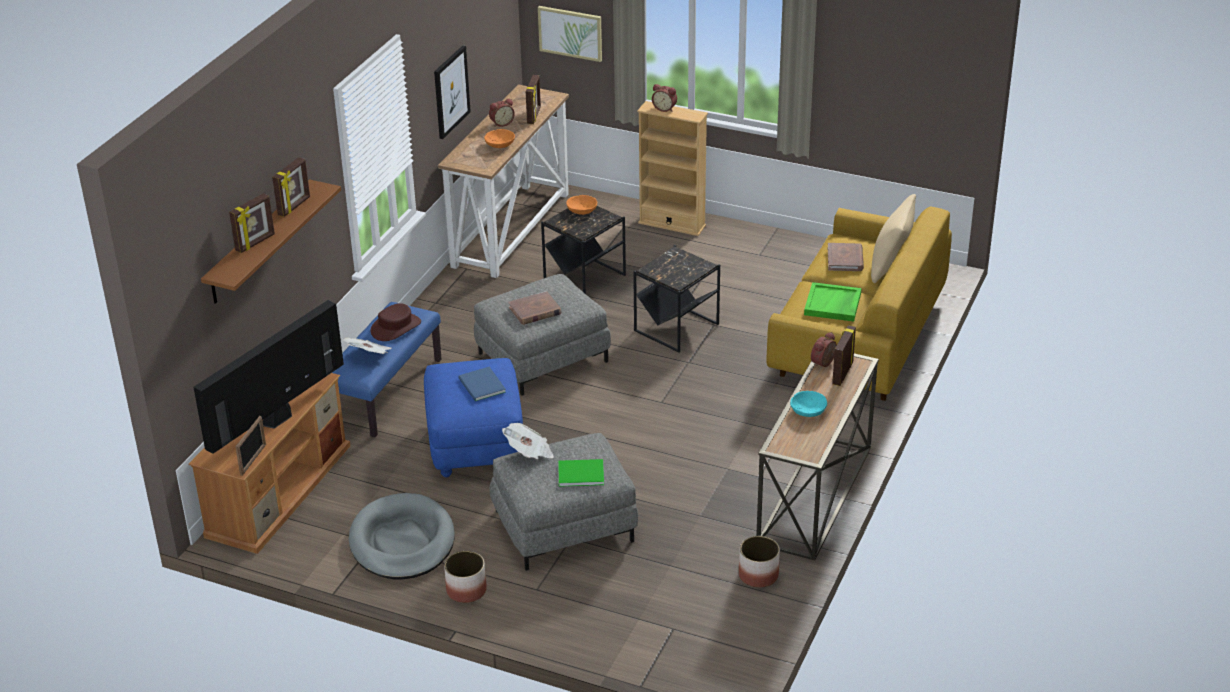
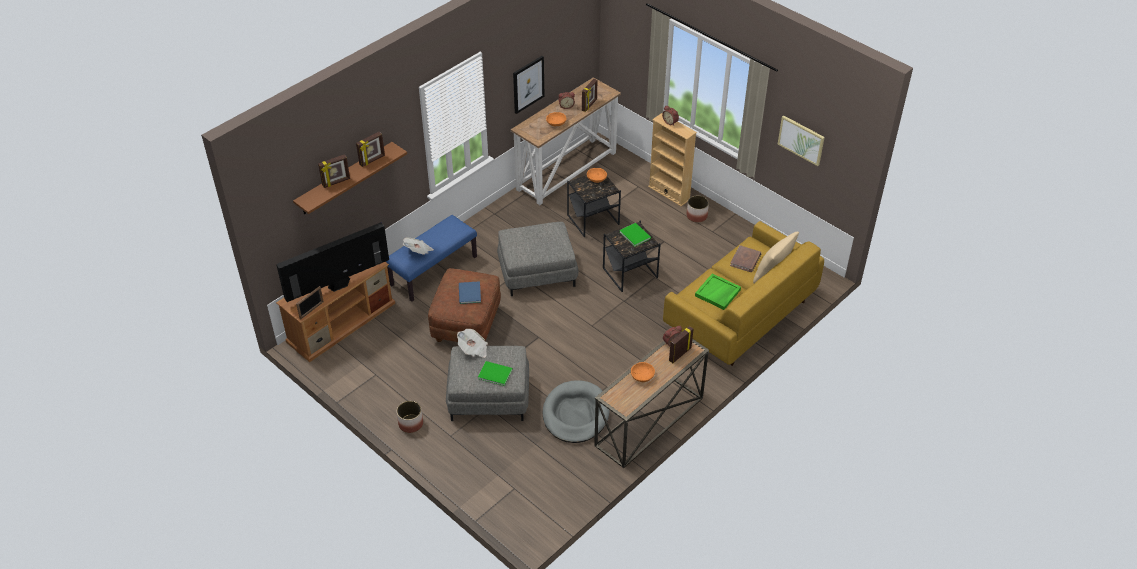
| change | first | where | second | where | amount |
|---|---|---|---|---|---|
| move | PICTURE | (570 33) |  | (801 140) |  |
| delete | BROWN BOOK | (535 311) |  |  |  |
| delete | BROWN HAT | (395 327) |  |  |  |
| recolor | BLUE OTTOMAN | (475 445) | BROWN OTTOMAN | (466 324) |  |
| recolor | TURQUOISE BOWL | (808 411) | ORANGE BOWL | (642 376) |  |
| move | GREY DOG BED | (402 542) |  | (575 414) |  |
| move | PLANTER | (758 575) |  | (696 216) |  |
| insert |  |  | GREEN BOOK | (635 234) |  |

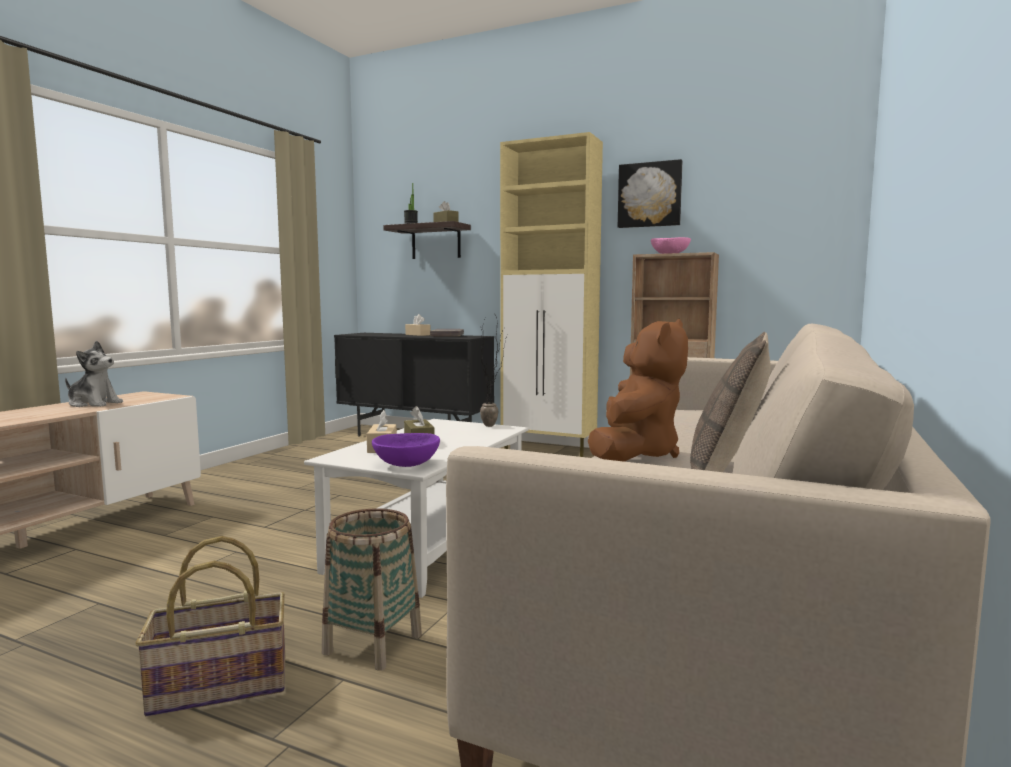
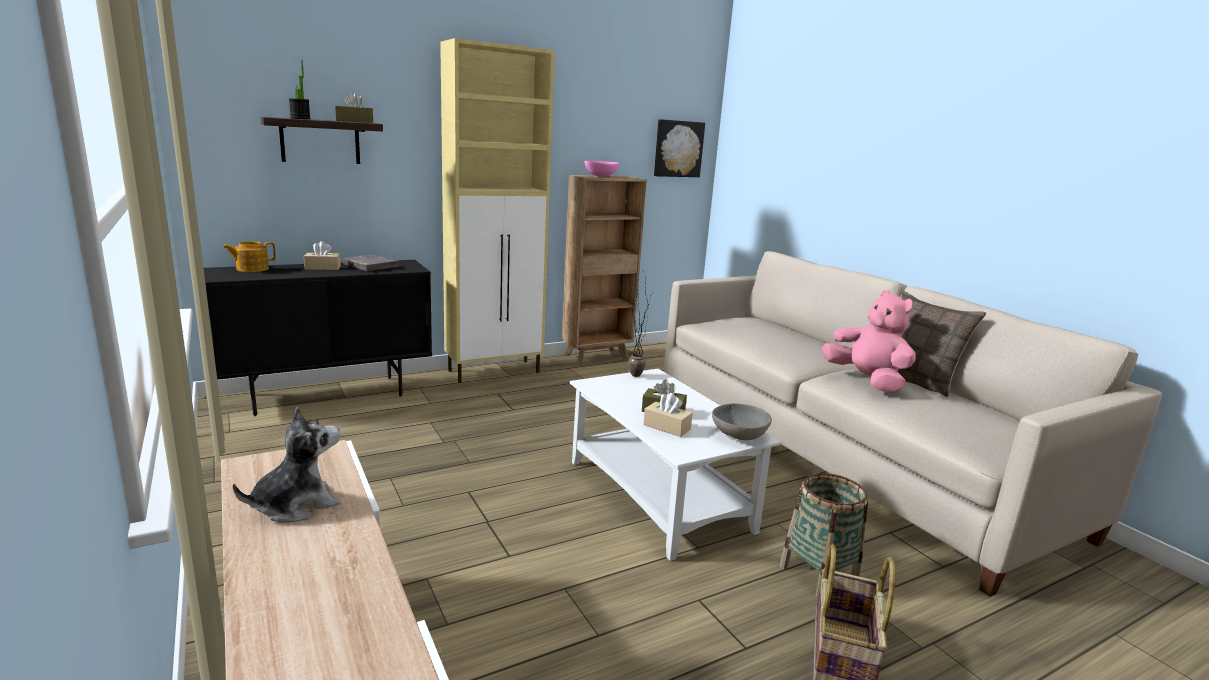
| change | first | where | second | where | amount |
|---|---|---|---|---|---|
| move | PICTURE | (650 195) |  | (677 149) |  |
| recolor | BROWN PLUSH TOY | (635 454) | PINK PLUSH TOY | (867 381) |  |
| recolor | PURPLE BOWL | (407 464) | GREY BOWL | (738 435) |  |
| insert |  |  | TEAPOT | (251 269) |  |

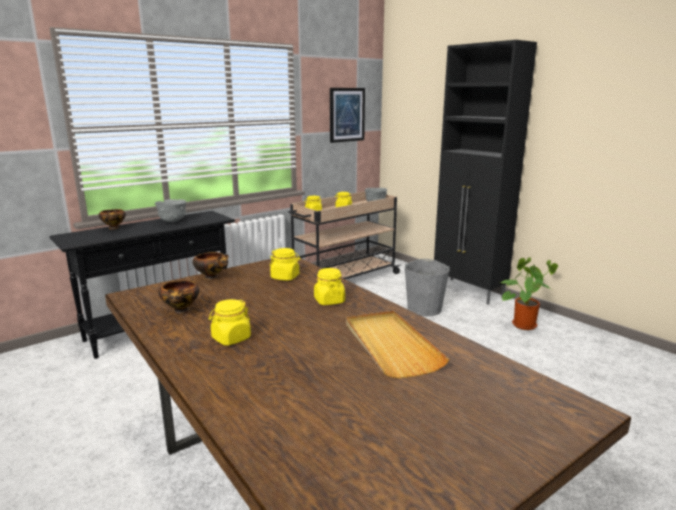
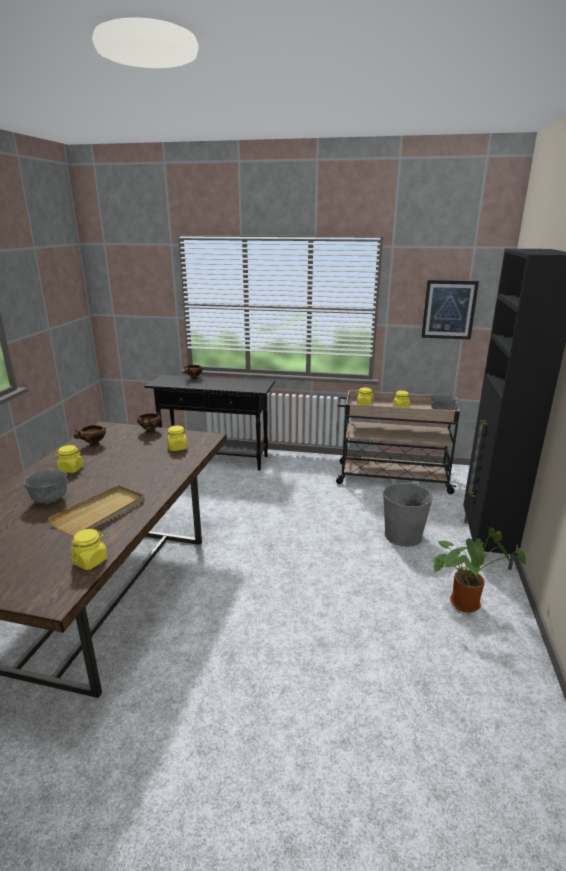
| change | first | where | second | where | amount |
|---|---|---|---|---|---|
| move | GREY BOWL | (172 221) |  | (50 500) |  |
| move | YELLOW JAR | (329 301) |  | (90 561) |  |

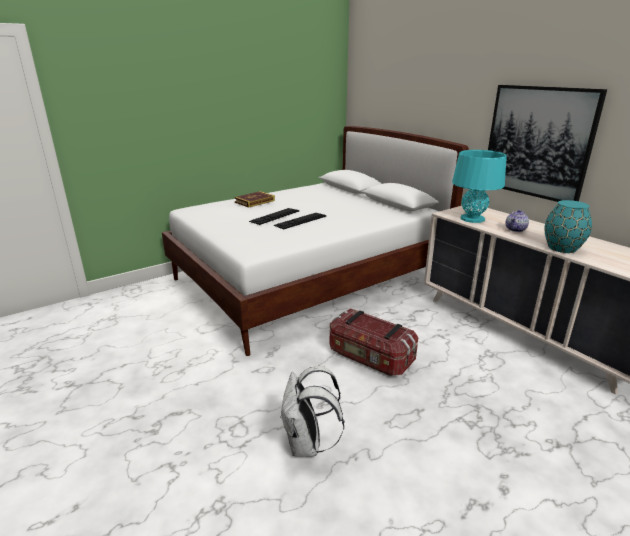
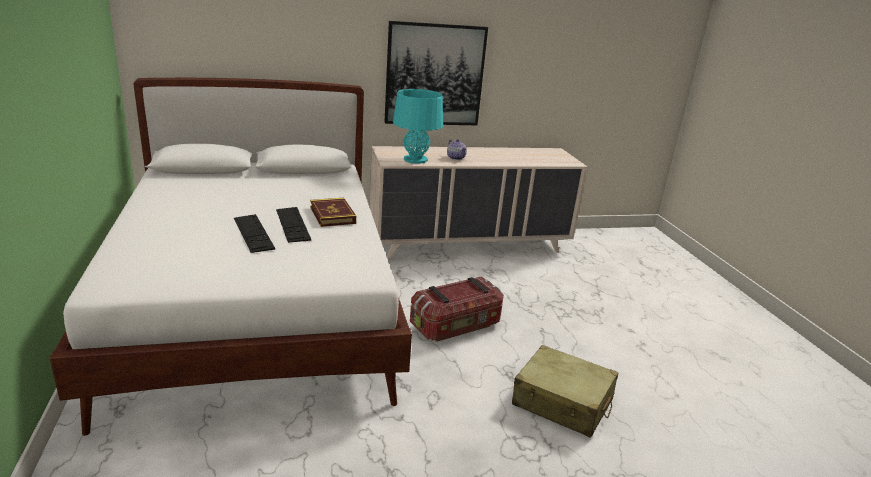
| change | first | where | second | where | amount |
|---|---|---|---|---|---|
| move | BOOK | (254 201) |  | (332 215) |  |
| delete | TURQUOISE VASE | (562 248) |  |  |  |
| replace | WHITE BACKPACK | (307 444) | BEIGE SUITCASE | (562 402) |  |

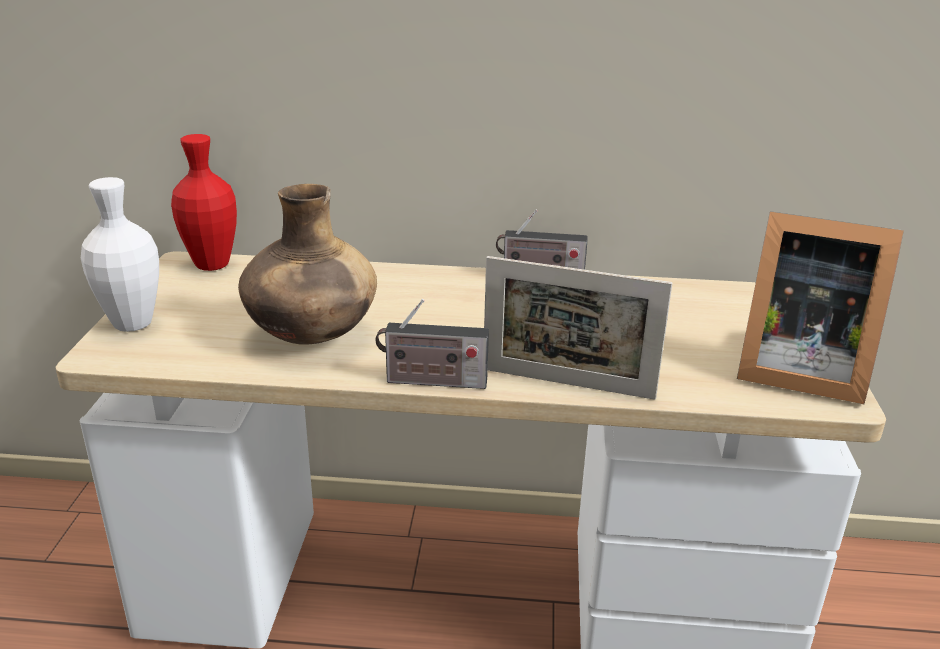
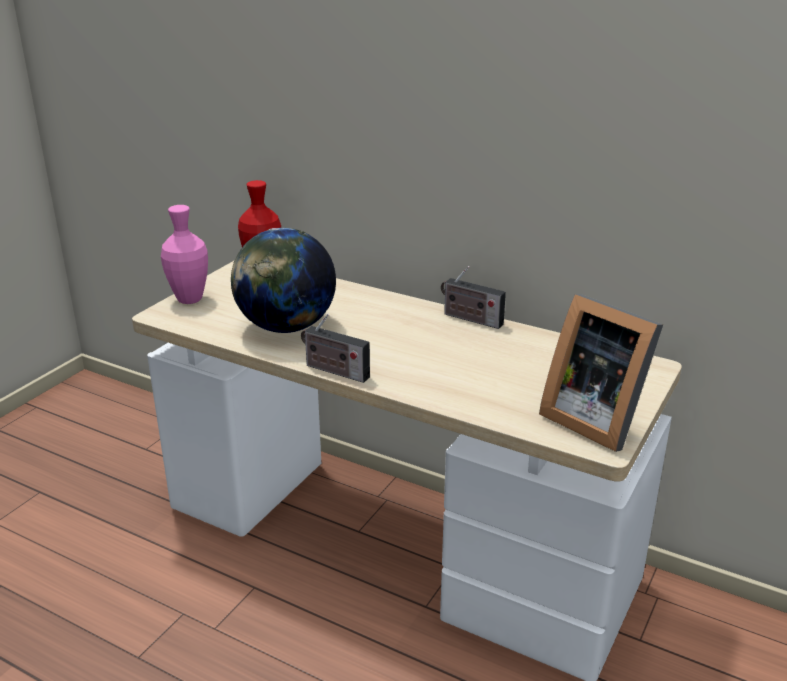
| change | first | where | second | where | amount |
|---|---|---|---|---|---|
| recolor | WHITE VASE | (132 324) | PINK VASE | (189 299) |  |
| replace | BROWN VASE | (312 335) | GLOBE | (286 327) |  |
| delete | PICTURE FRAME | (567 383) |  |  |  |

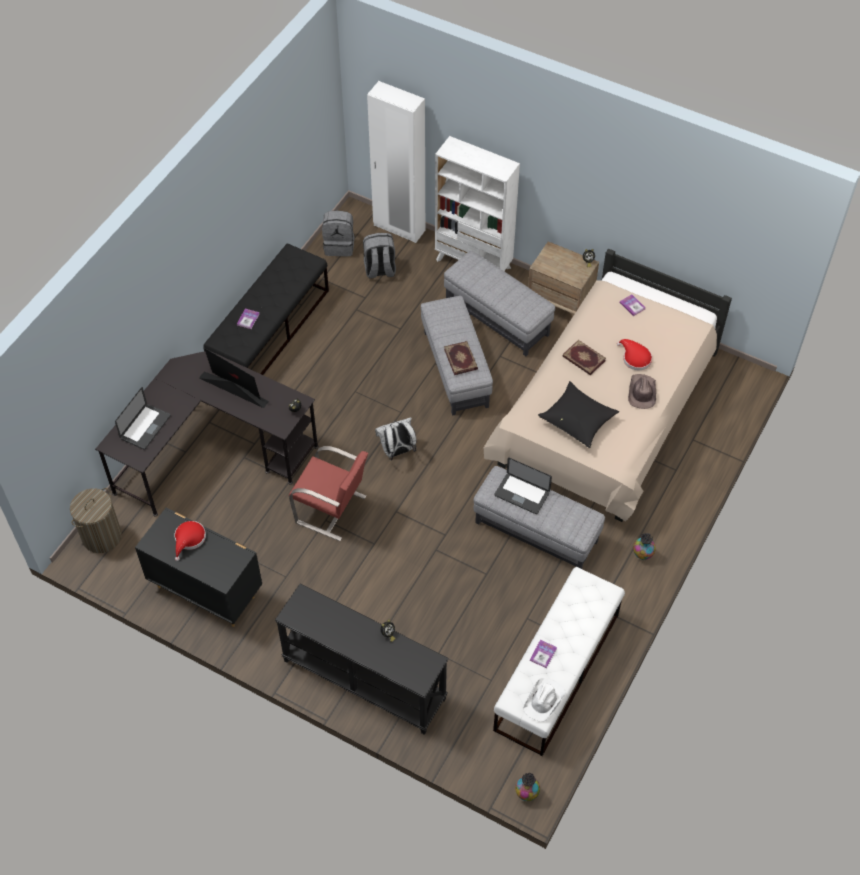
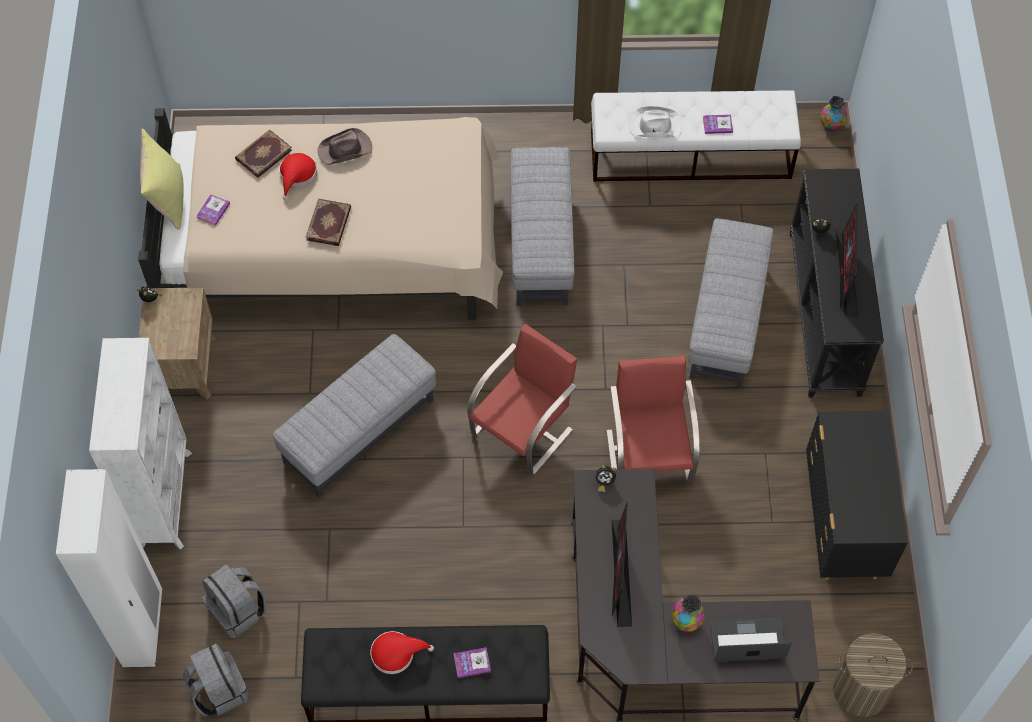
| change | first | where | second | where | amount |
|---|---|---|---|---|---|
| move | GREY OTTOMAN | (497 318) |  | (726 319) |  |
| move | BOOK | (461 359) |  | (263 154) |  |
| delete | BLACK PILLOW | (578 421) |  |  |  |
| replace | WHITE BACKPACK | (397 451) | RED CHAIR | (523 430) |  |
| delete | LAPTOP | (521 494) |  |  |  |
| move | RED HAT | (189 539) |  | (396 653) |  |
| move | VASE | (642 555) |  | (686 622) |  |
| move | WHITE HAT | (544 700) |  | (654 125) |  |
| insert |  |  | YELLOW PILLOW | (167 198) |  |
| insert |  |  | MONITOR | (846 274) |  |

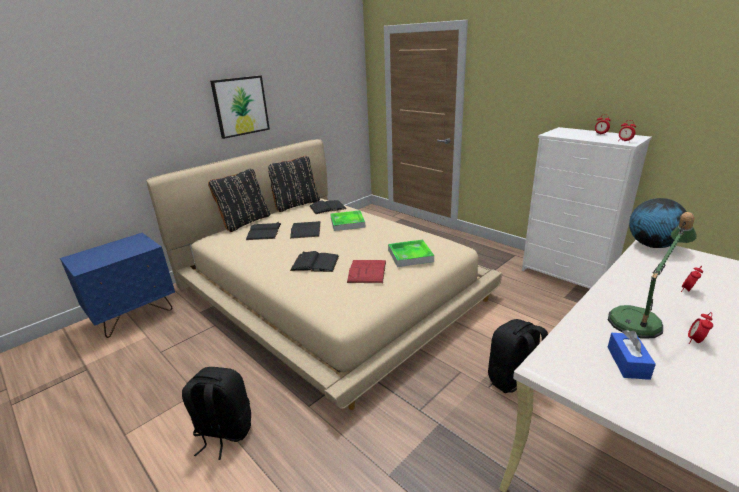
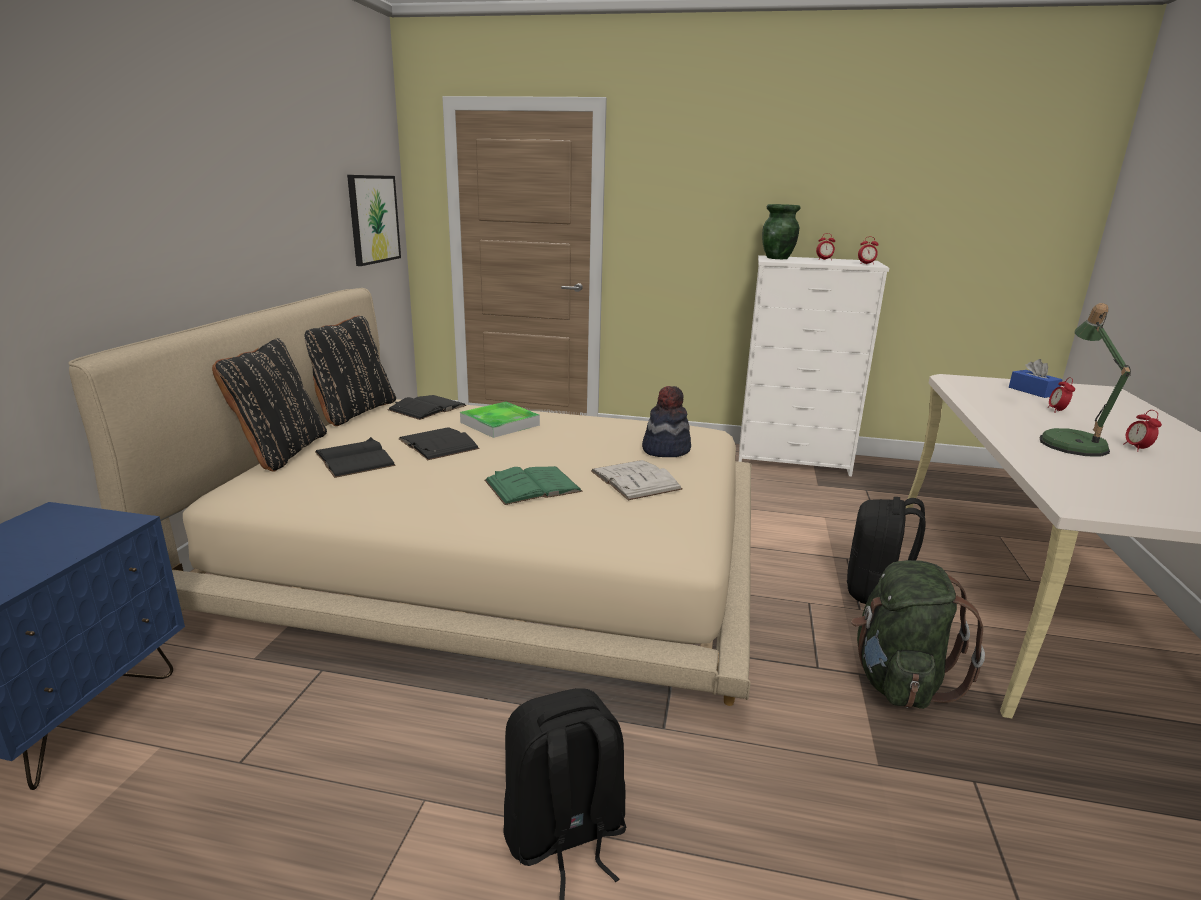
| change | first | where | second | where | amount |
|---|---|---|---|---|---|
| move | PICTURE | (241 106) |  | (373 219) |  |
| delete | GLOBE | (651 245) |  |  |  |
| replace | TRAY | (410 256) | HAT | (665 449) |  |
| recolor | BLACK BOOK | (315 263) | GREEN BOOK | (532 486) |  |
| recolor | RED BOOK | (367 271) | WHITE BOOK | (635 480) |  |
| move | BLUE TISSUE BOX | (627 362) |  | (1032 391) |  |
| insert |  |  | GREEN VASE | (778 258) |  |
| insert |  |  | GREEN BACKPACK | (898 680) |  |

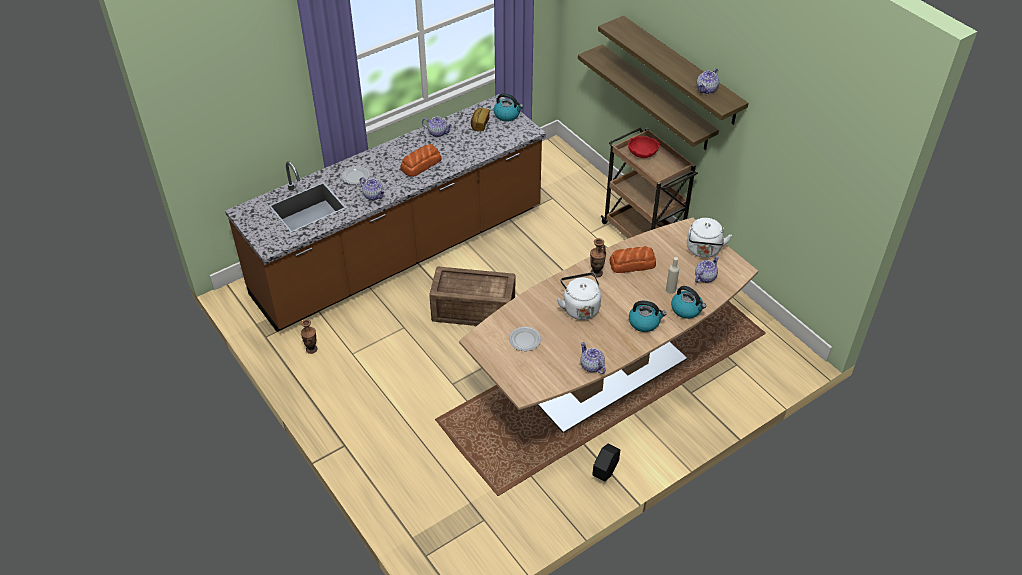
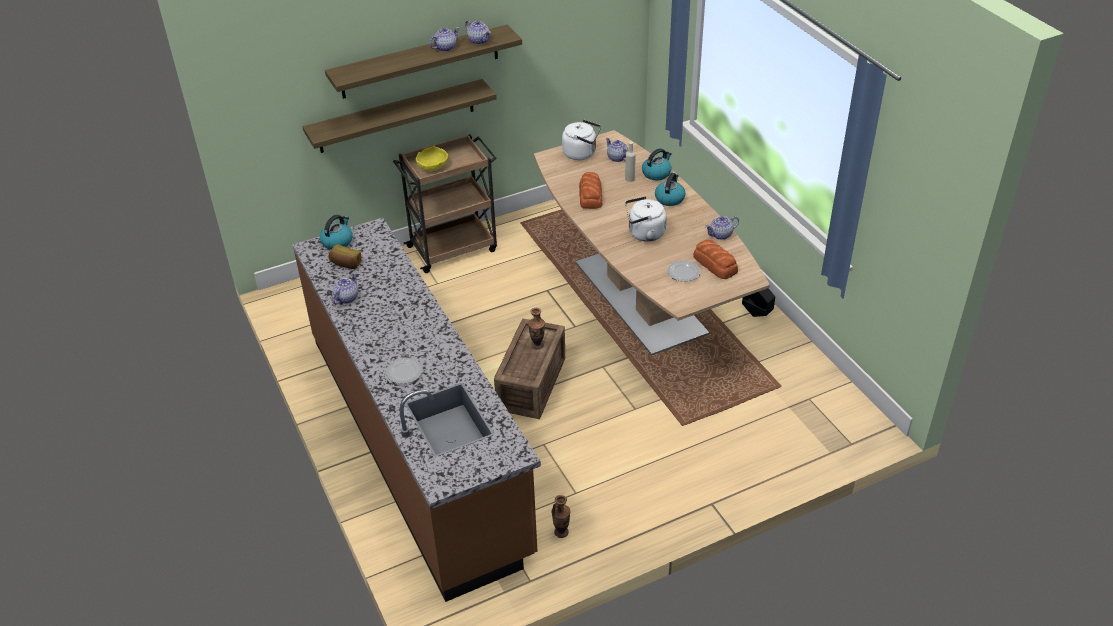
| change | first | where | second | where | amount |
|---|---|---|---|---|---|
| recolor | RED BOWL | (642 153) | YELLOW BOWL | (432 166) |  |
| move | BREAD | (420 164) |  | (715 265) |  |
| move | TEAPOT | (374 195) |  | (445 48) |  |
| move | VASE | (596 273) |  | (537 345) |  |

